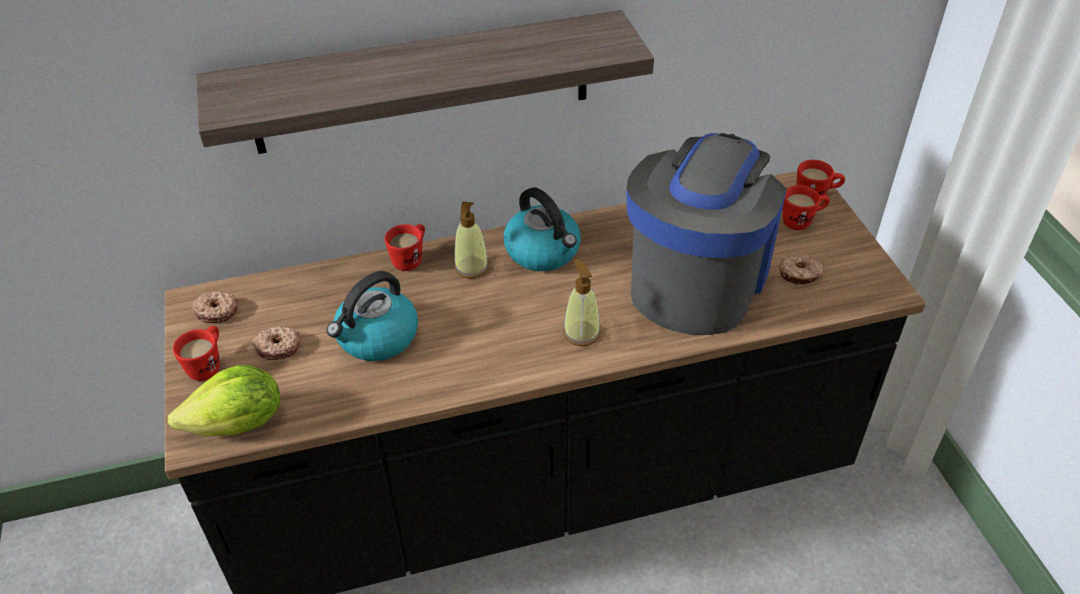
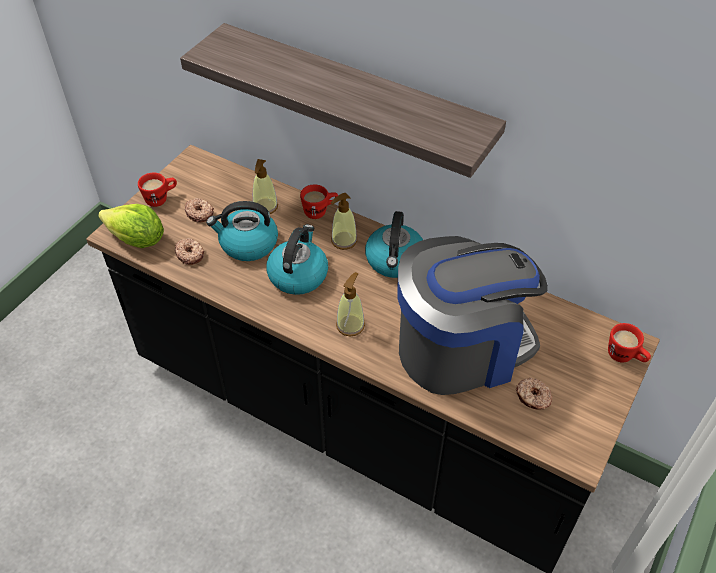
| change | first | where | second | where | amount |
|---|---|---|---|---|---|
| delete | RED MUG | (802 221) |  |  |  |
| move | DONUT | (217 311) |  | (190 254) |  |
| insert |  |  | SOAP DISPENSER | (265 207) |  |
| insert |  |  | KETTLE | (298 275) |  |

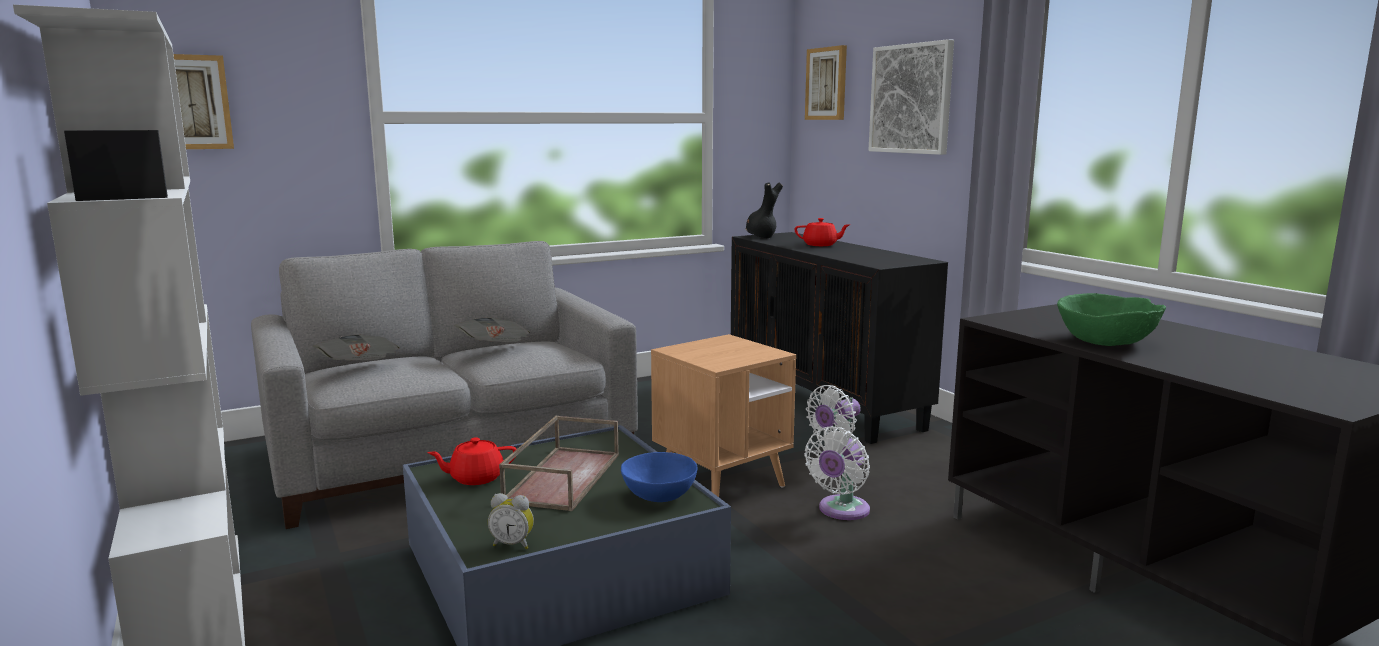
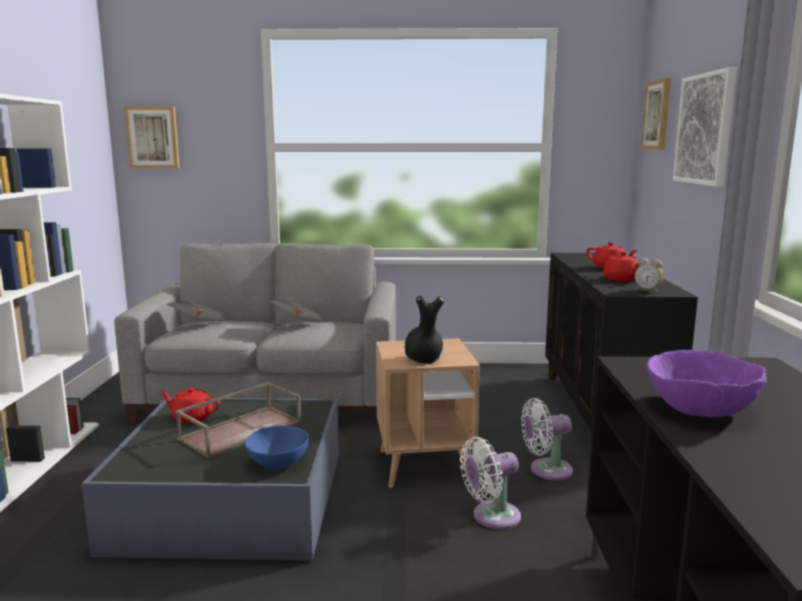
| change | first | where | second | where | amount |
|---|---|---|---|---|---|
| move | BLACK VASE | (761 237) |  | (423 360) |  |
| recolor | GREEN BOWL | (1106 341) | PURPLE BOWL | (700 408) |  |
| move | ALARM CLOCK | (513 544) |  | (648 291) |  |
| insert |  |  | RED TEAPOT | (621 279) |  |

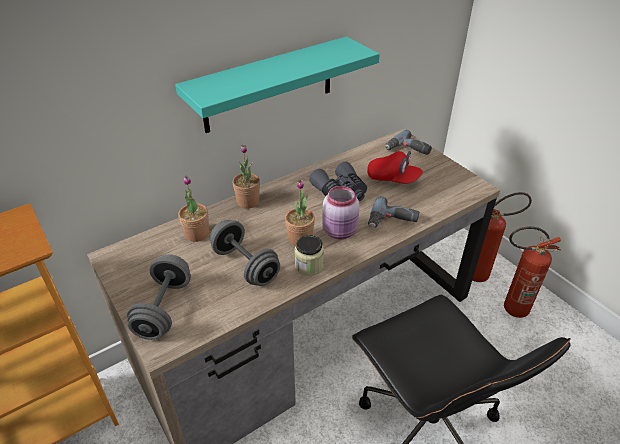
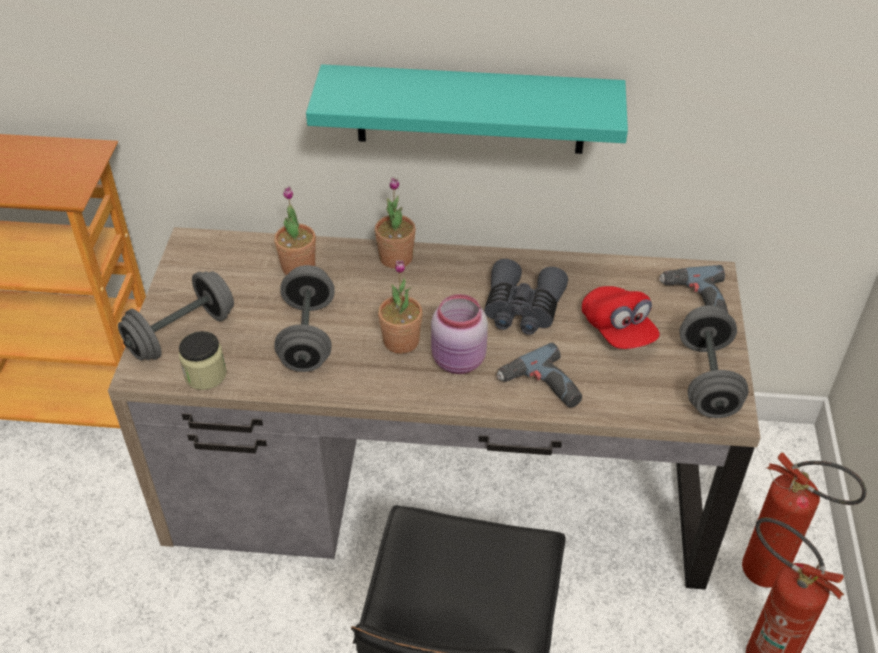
| change | first | where | second | where | amount |
|---|---|---|---|---|---|
| move | JAR | (309 265) |  | (205 375) |  |
| insert |  |  | GREY DUMBBELL | (707 379) |  |

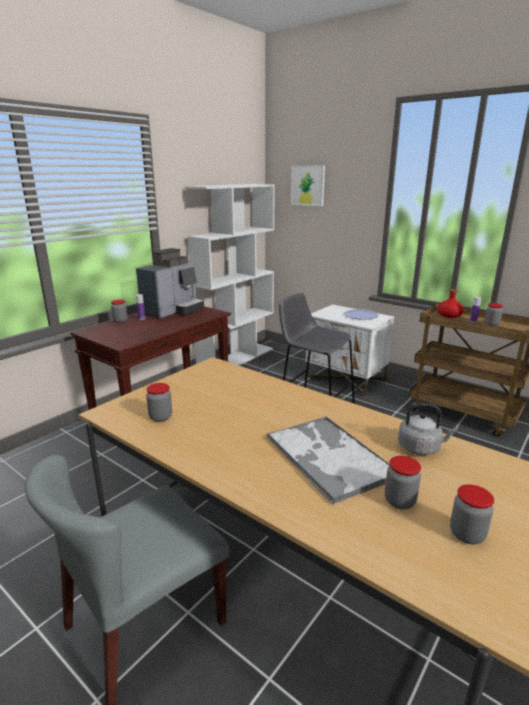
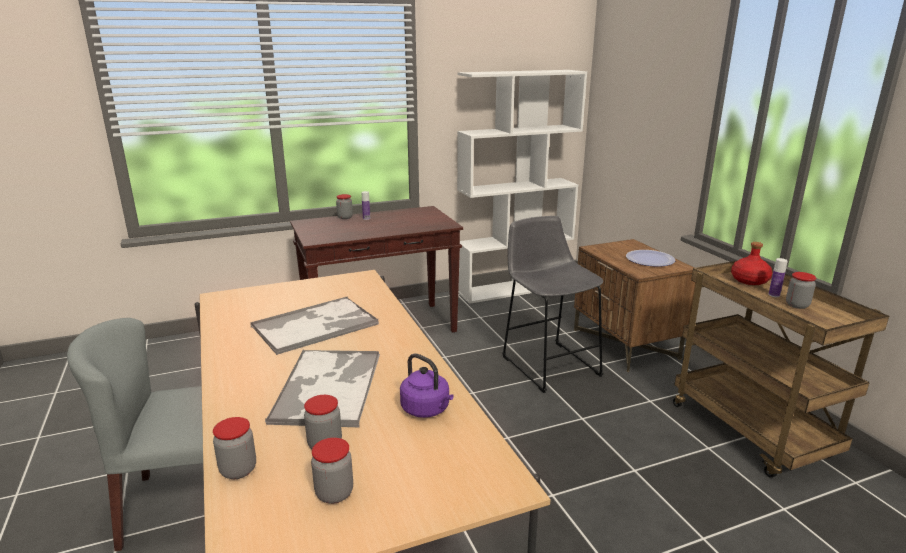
| change | first | where | second | where | amount |
|---|---|---|---|---|---|
| delete | PICTURE | (308 185) |  |  |  |
| delete | COFFEE MACHINE | (173 311) |  |  |  |
| recolor | WHITE NIGHTSTAND | (346 379) | BROWN NIGHTSTAND | (625 344) |  |
| move | JAR | (160 417) |  | (238 470) |  |
| recolor | GREY KETTLE | (421 448) | PURPLE KETTLE | (427 410) |  |
| insert |  |  | TRAY | (316 325) |  |

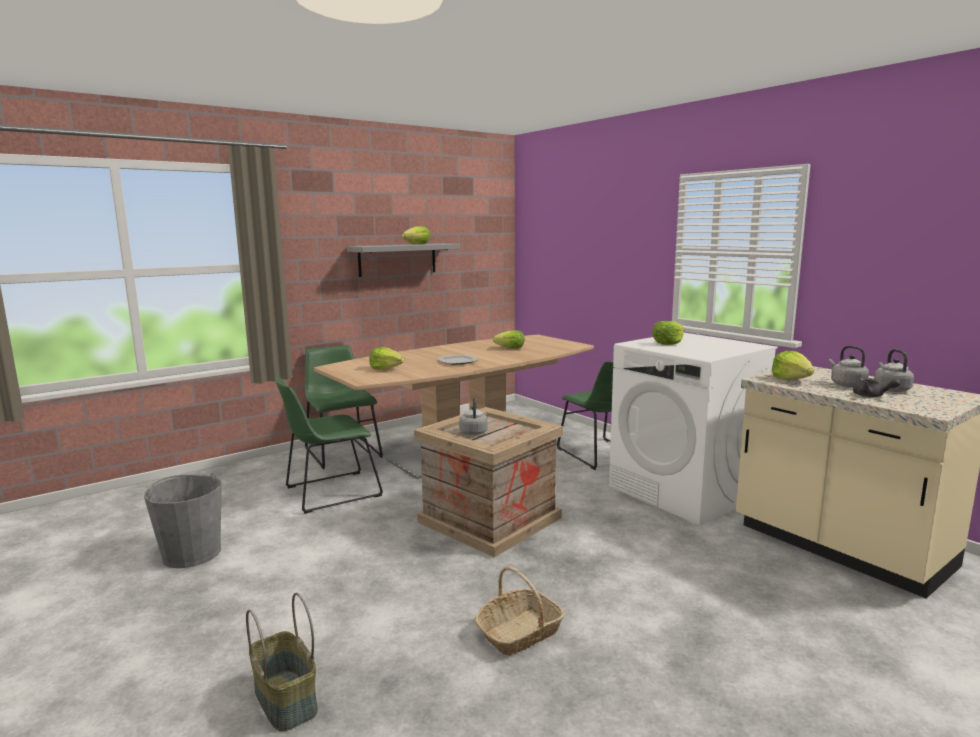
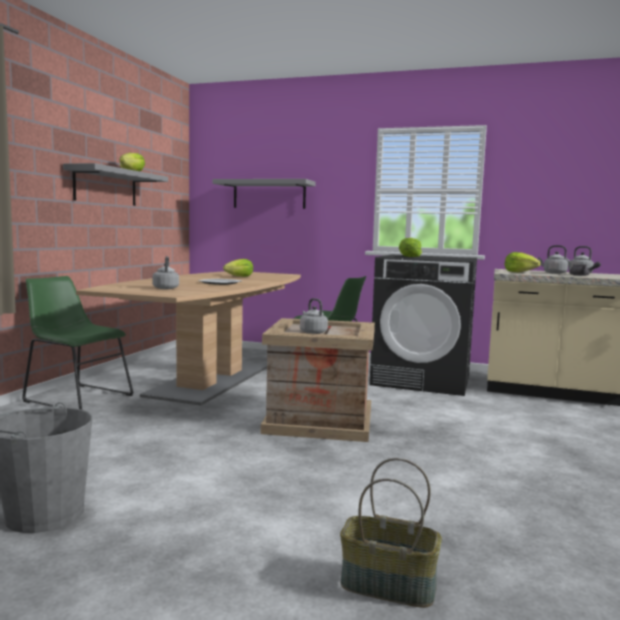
| change | first | where | second | where | amount |
|---|---|---|---|---|---|
| recolor | WHITE WASHING MACHINE | (685 491) | BLACK WASHING MACHINE | (422 380) |  |
| replace | LETTUCE | (386 368) | GREY KETTLE | (166 288) |  |
| delete | GREEN CHAIR | (329 492) |  |  |  |
| delete | BASKET | (519 633) |  |  |  |
| insert |  |  | GREY SHELF | (269 195) |  |

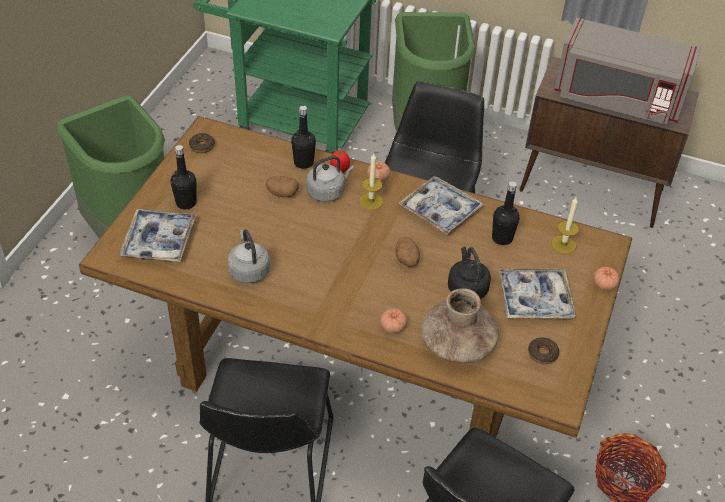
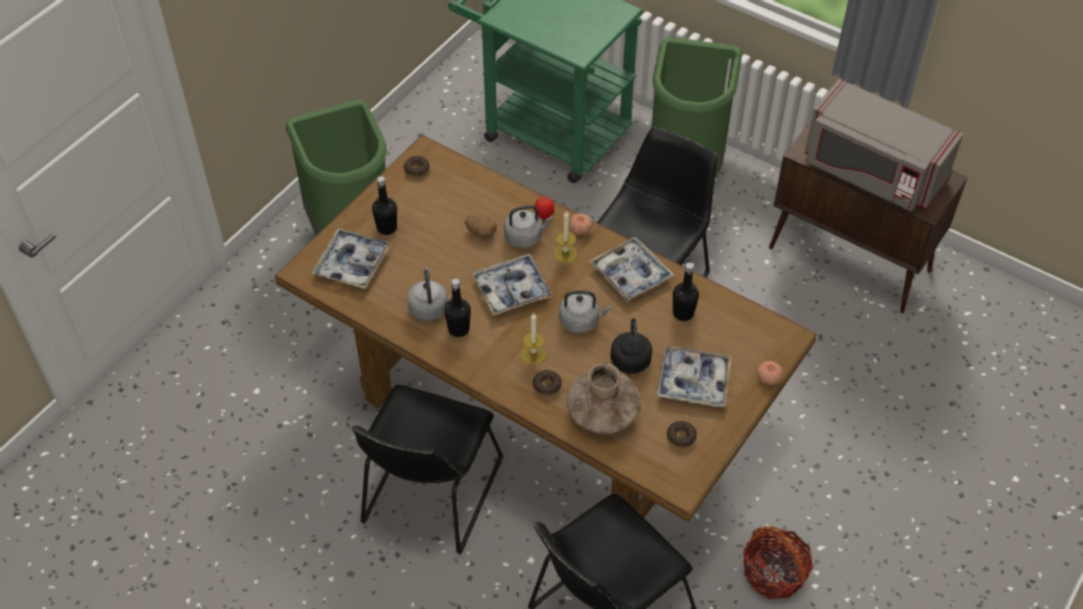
| change | first | where | second | where | amount |
|---|---|---|---|---|---|
| move | BLACK BOTTLE | (303 162) |  | (458 329) |  |
| move | CANDLE | (563 244) |  | (533 354) |  |
| replace | POTATO | (407 260) | GREY KETTLE | (581 321) |  |
| replace | TOMATO | (393 326) | DONUT | (547 385) |  |
| insert |  |  | TRAY | (512 290) |  |

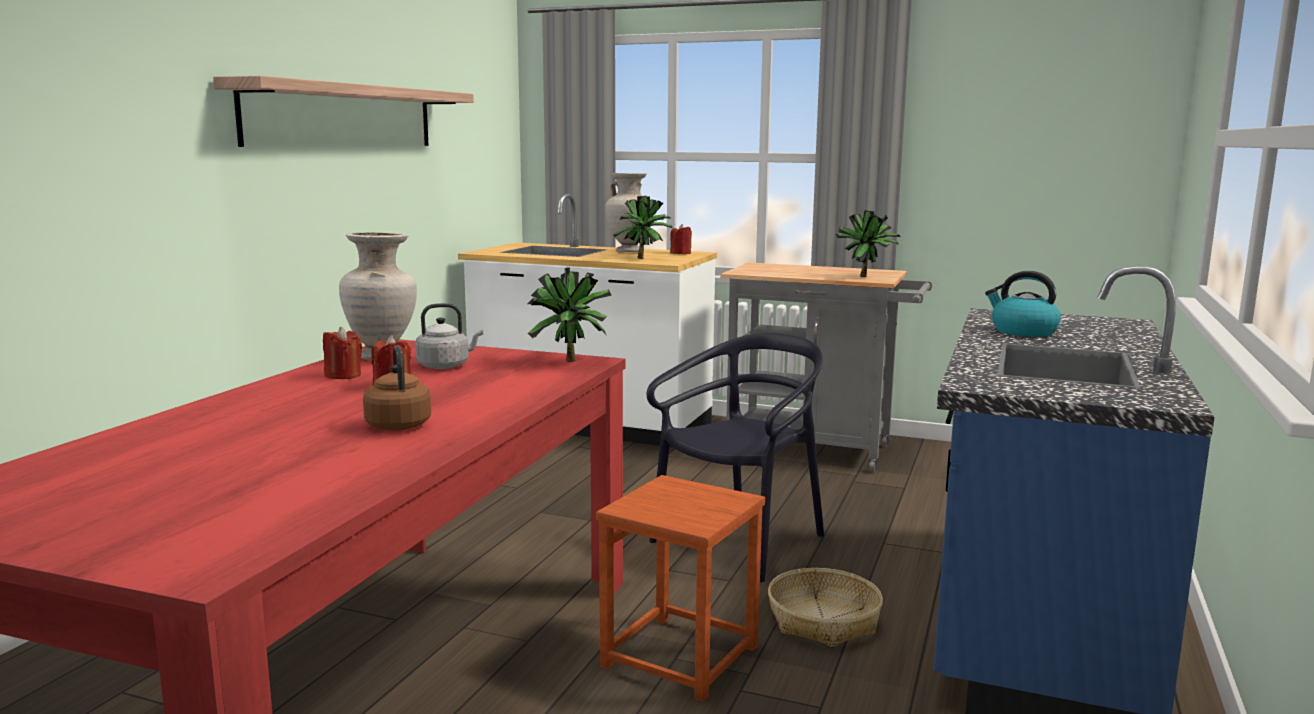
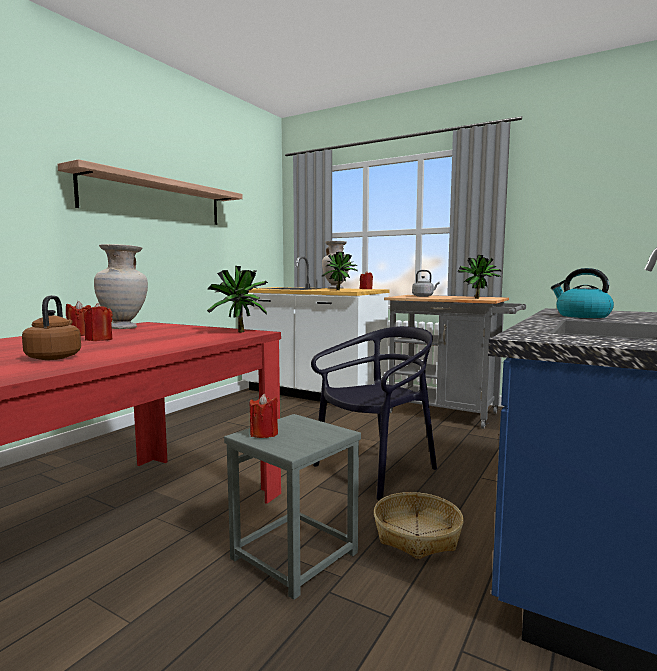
| change | first | where | second | where | amount |
|---|---|---|---|---|---|
| move | GREY KETTLE | (446 366) |  | (424 296) |  |
| recolor | BROWN STOOL | (681 657) | GREY STOOL | (295 556) |  |
| insert |  |  | RED CANDLE | (264 434) |  |

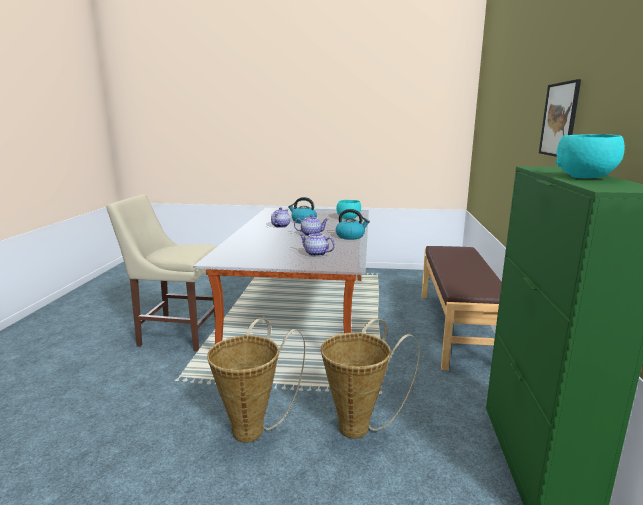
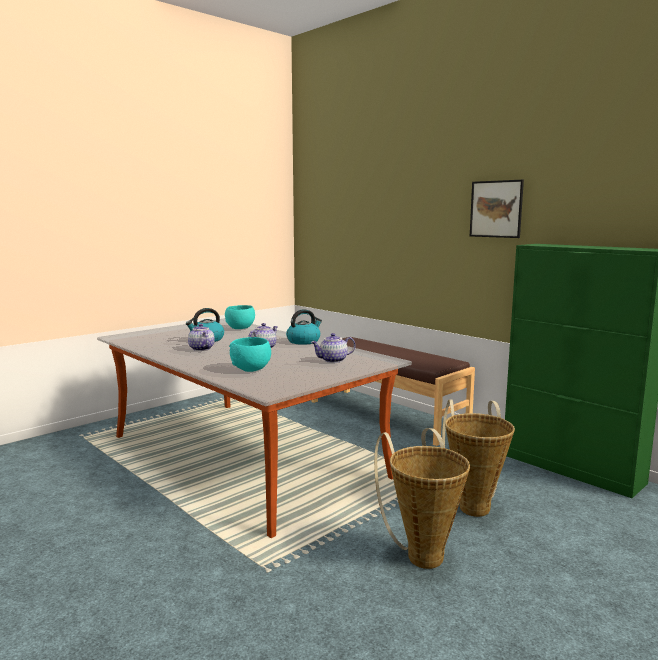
| change | first | where | second | where | amount |
|---|---|---|---|---|---|
| move | TURQUOISE BOWL | (585 177) |  | (251 369) |  |
| delete | BEIGE CHAIR | (176 334) |  |  |  |

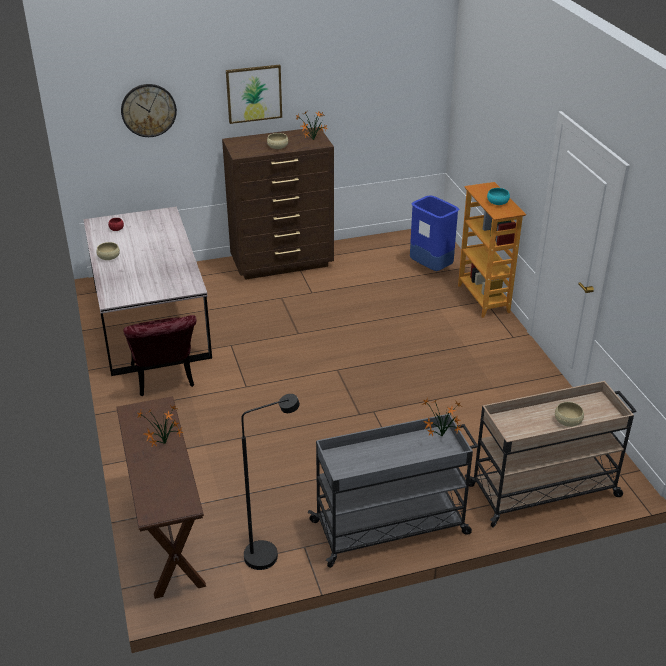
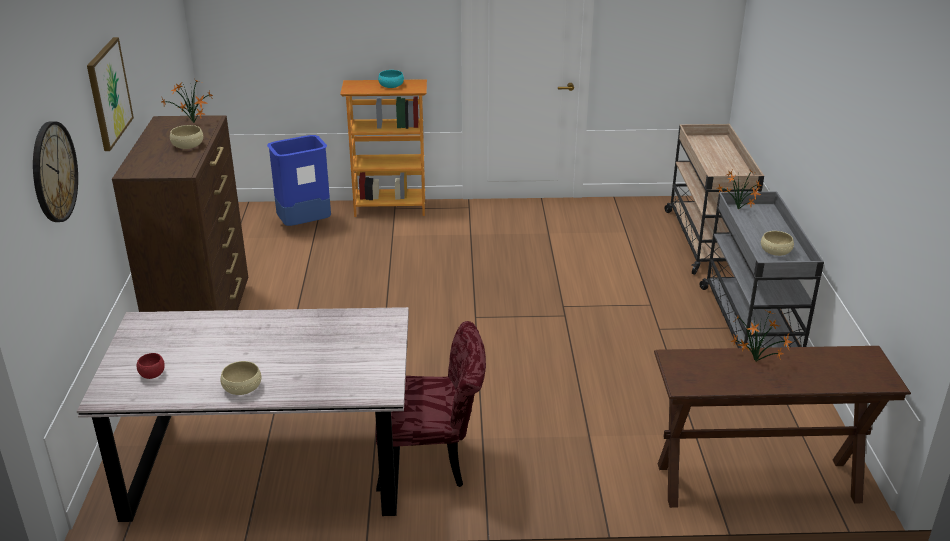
| change | first | where | second | where | amount |
|---|---|---|---|---|---|
| delete | BLACK FLOOR LAMP | (269 552) |  |  |  |
| move | BEIGE BOWL | (568 420) |  | (775 251) |  |

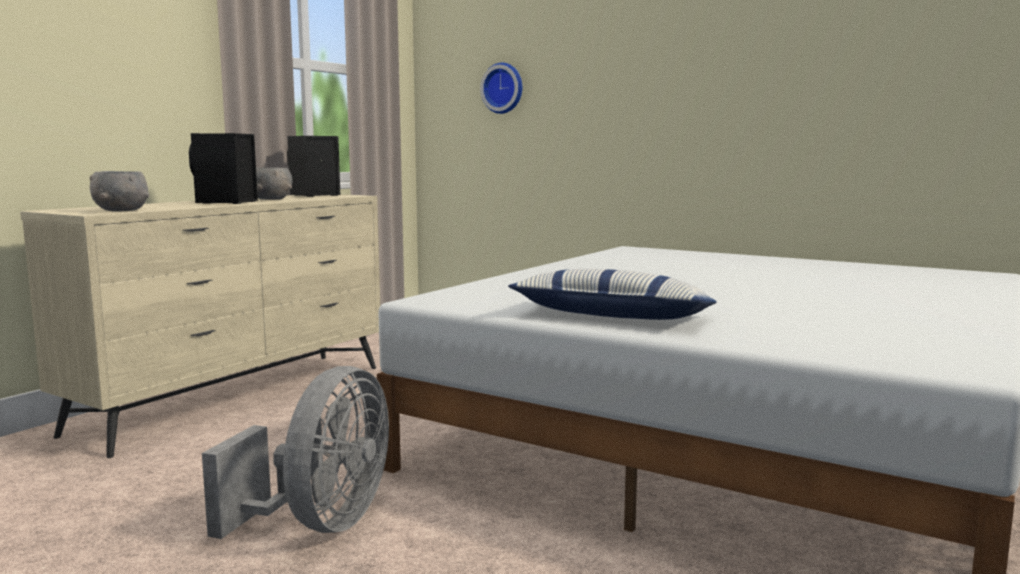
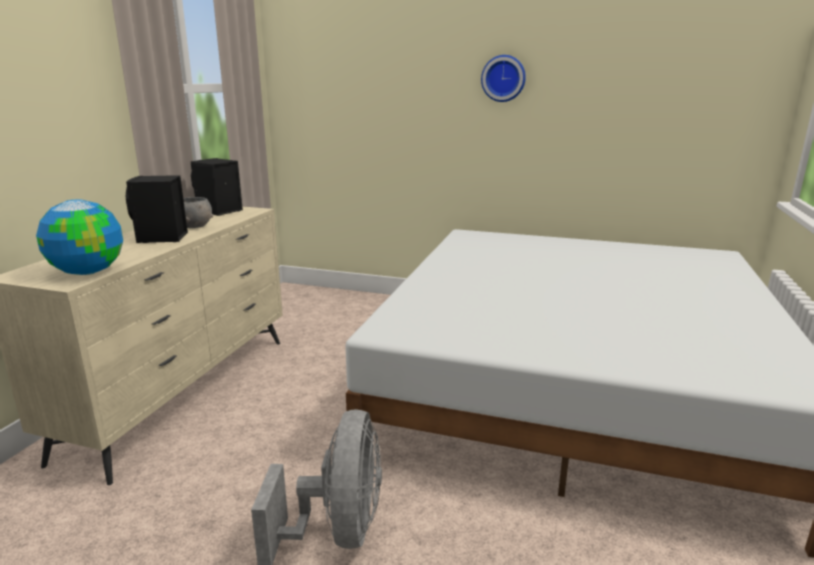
| change | first | where | second | where | amount |
|---|---|---|---|---|---|
| move | WALL CLOCK | (503 88) |  | (503 78) |  |
| replace | GREY BOWL | (120 210) | GLOBE | (87 272) |  |
| delete | PILLOW | (612 317) |  |  |  |

